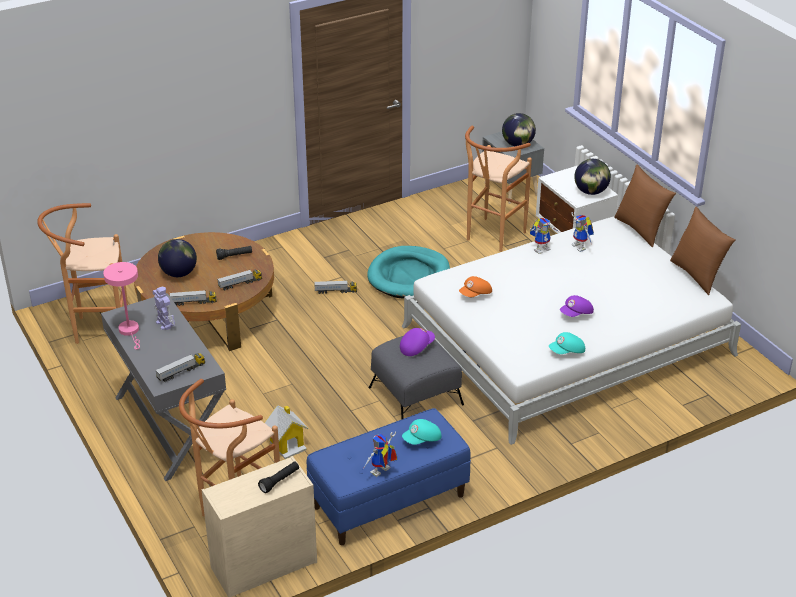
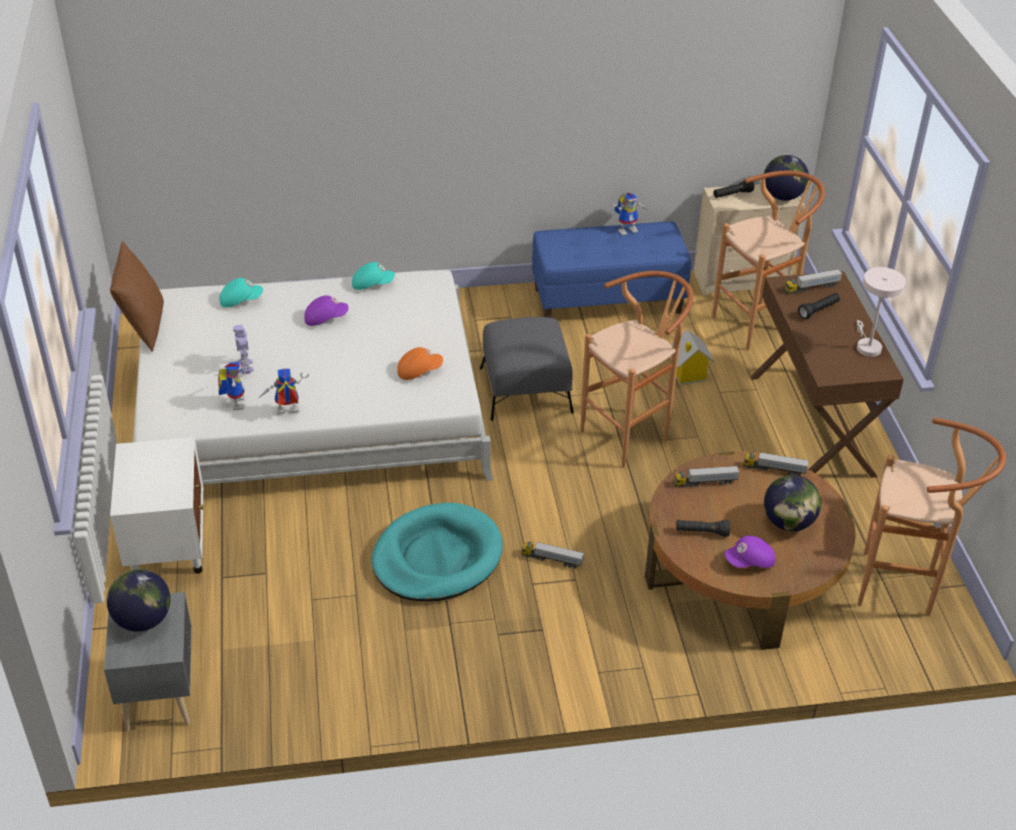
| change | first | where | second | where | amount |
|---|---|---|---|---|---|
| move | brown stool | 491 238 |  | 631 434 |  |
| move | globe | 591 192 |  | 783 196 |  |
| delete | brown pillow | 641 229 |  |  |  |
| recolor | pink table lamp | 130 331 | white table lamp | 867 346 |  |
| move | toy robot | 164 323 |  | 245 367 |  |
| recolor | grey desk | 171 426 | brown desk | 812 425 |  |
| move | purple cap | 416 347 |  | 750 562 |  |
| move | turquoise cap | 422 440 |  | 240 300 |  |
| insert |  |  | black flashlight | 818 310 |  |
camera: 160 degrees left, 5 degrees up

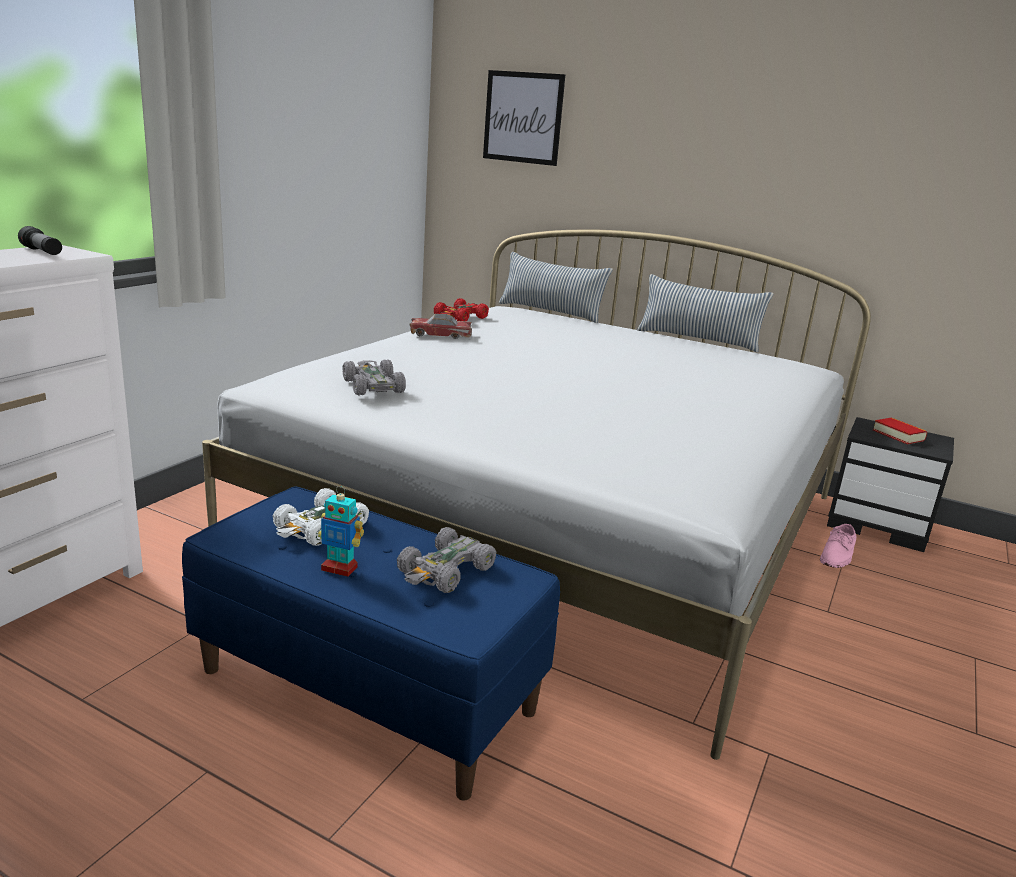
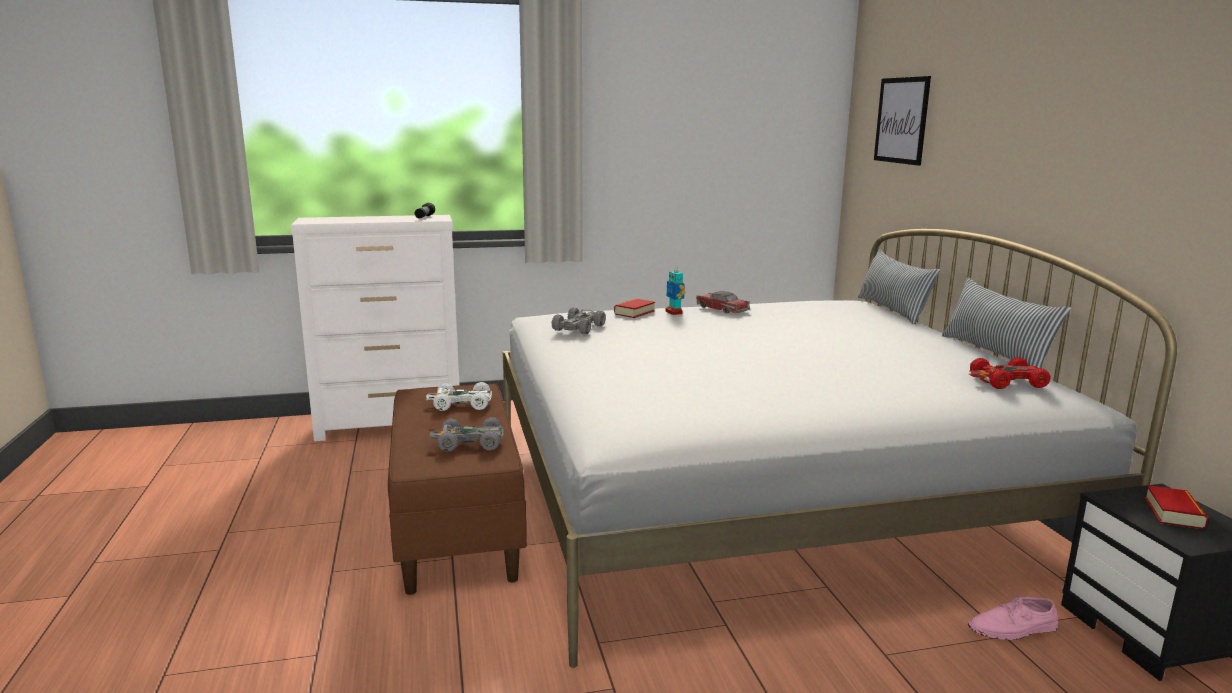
| change | first | where | second | where | amount |
|---|---|---|---|---|---|
| move | red toy car | 460 318 |  | 1006 382 |  |
| recolor | blue bench | 370 690 | brown bench | 458 526 |  |
| move | toy robot | 340 568 |  | 674 312 |  |
| insert |  |  | book | 634 312 |  |
camera: 50 degrees right, 5 degrees down

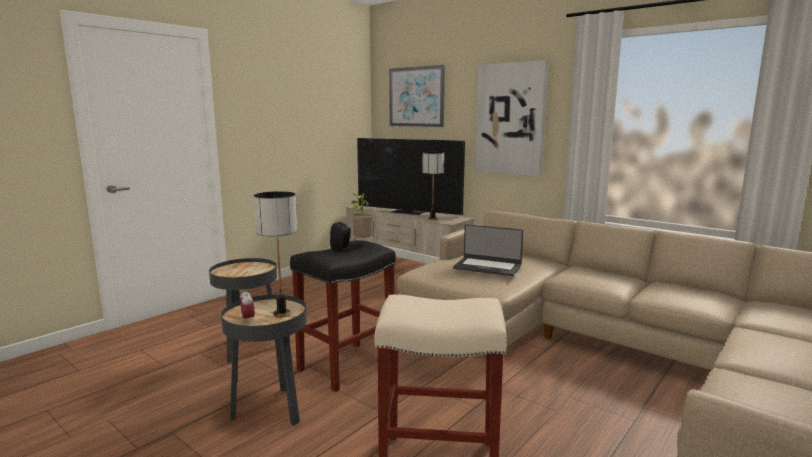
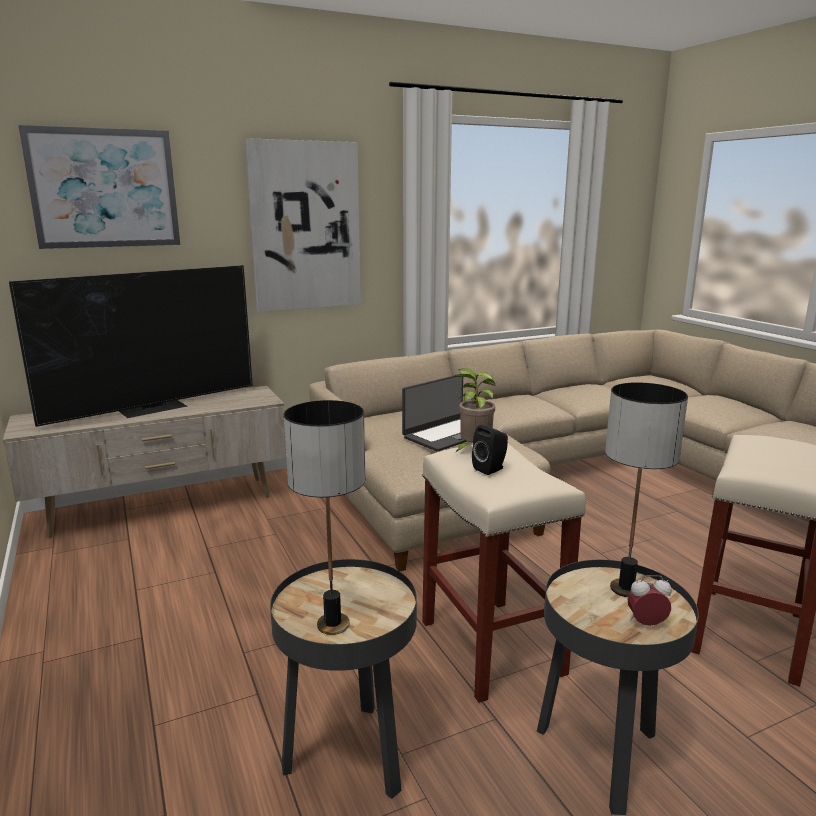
| change | first | where | second | where | amount |
|---|---|---|---|---|---|
| move | table lamp | 432 219 |  | 332 624 |  |
| recolor | black stool | 346 366 | beige stool | 493 648 |  |
camera: 65 degrees left, 5 degrees up

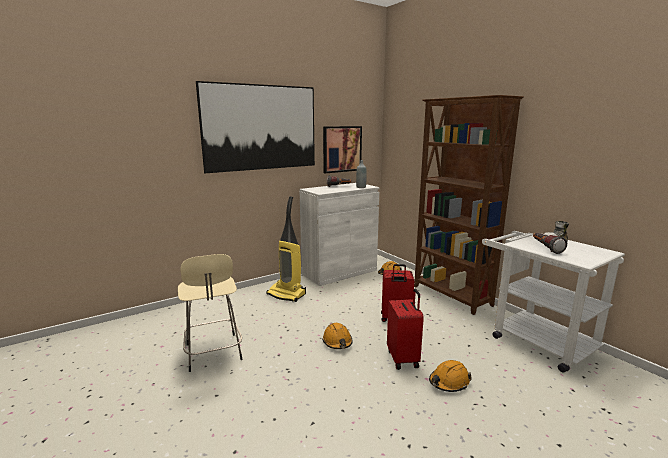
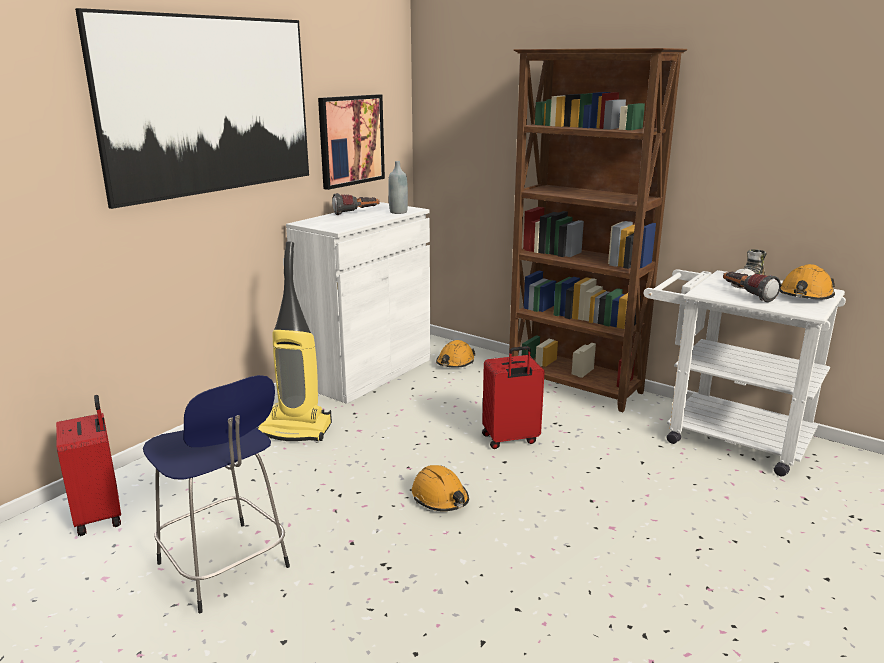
| change | first | where | second | where | amount |
|---|---|---|---|---|---|
| recolor | beige stool | 213 353 | blue stool | 225 567 |  |
| move | red suitcase | 403 359 |  | 100 515 |  |
| move | orange hard hat | 449 382 |  | 805 296 |  |
camera: 20 degrees left, 5 degrees up

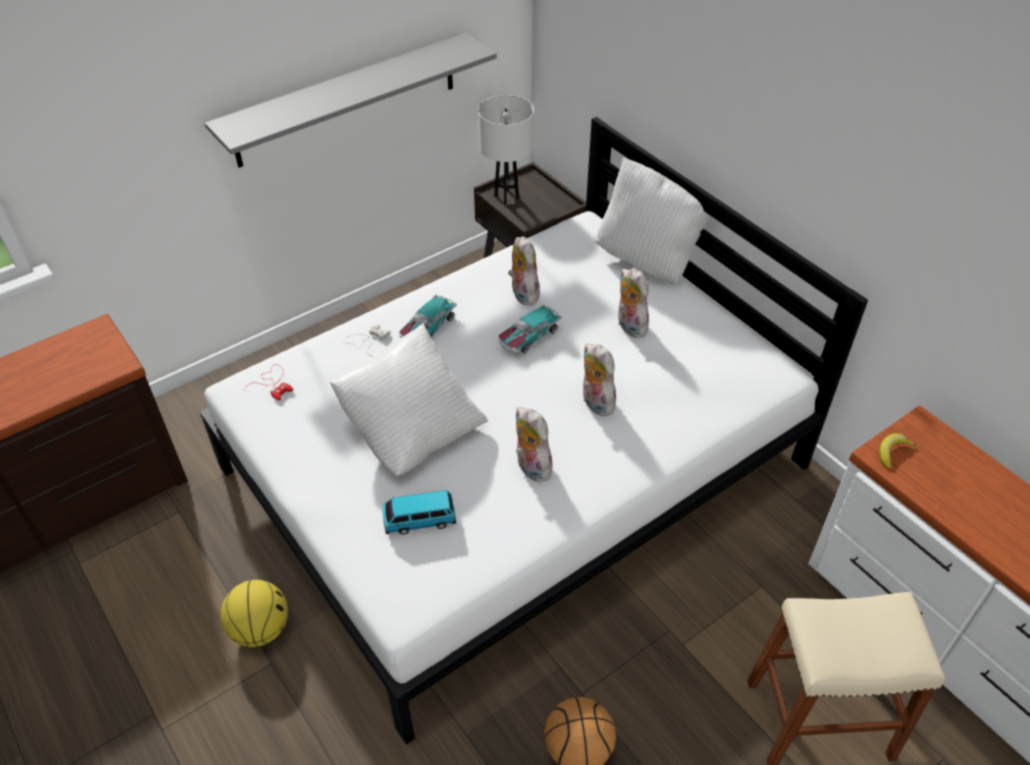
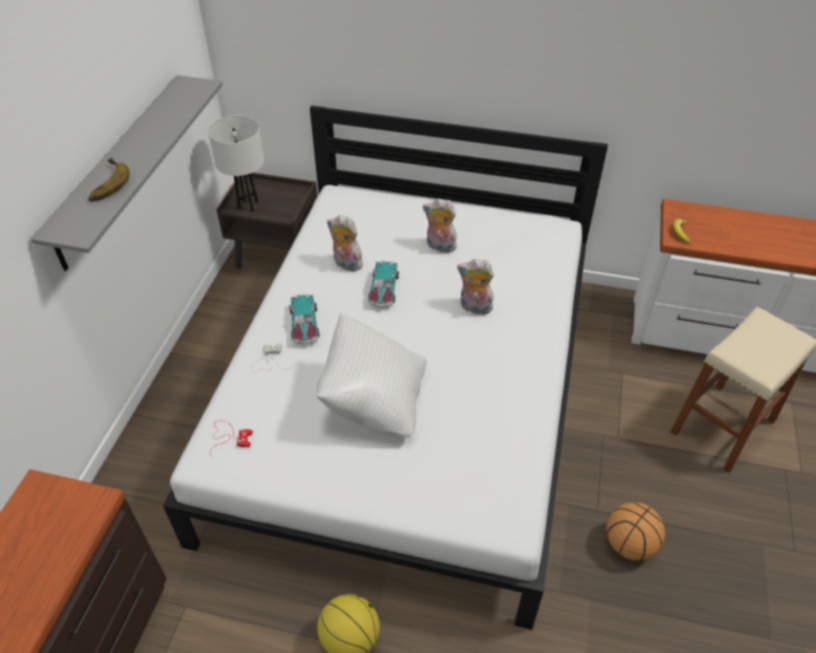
| change | first | where | second | where | amount |
|---|---|---|---|---|---|
| delete | white pillow | 648 262 |  |  |  |
| delete | plush toy | 530 467 |  |  |  |
| delete | toy car | 419 520 |  |  |  |
| insert |  |  | banana | 105 184 |  |
camera: 40 degrees left, 0 degrees up

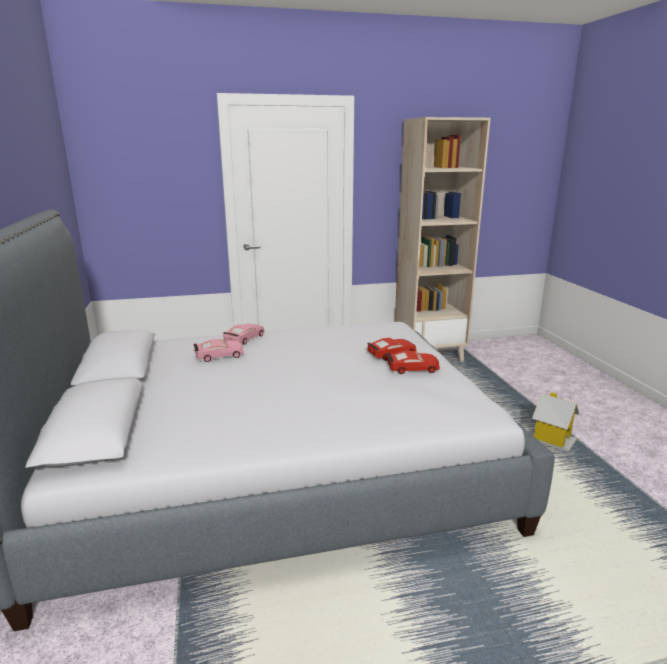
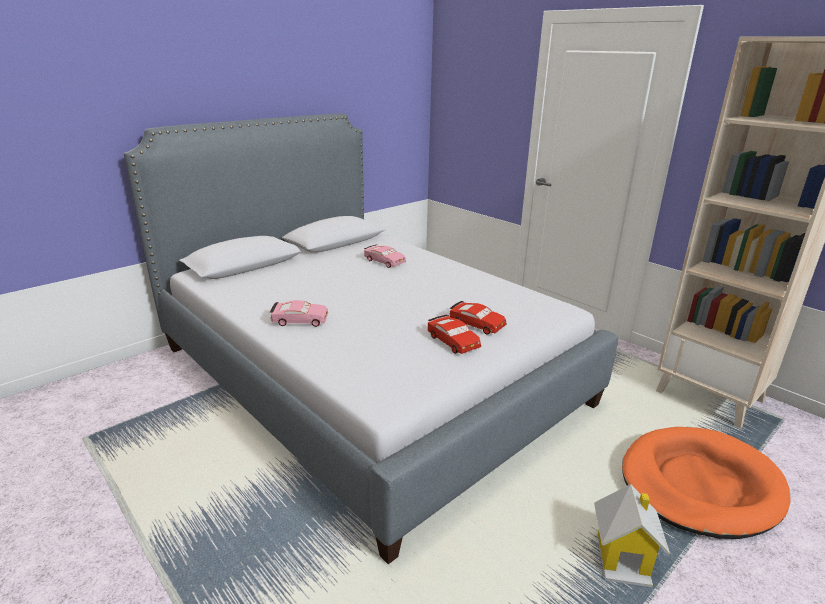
| change | first | where | second | where | amount |
|---|---|---|---|---|---|
| move | pink toy car | 244 338 |  | 300 320 |  |
| insert |  |  | orange dog bed | 699 485 |  |
camera: 60 degrees right, 5 degrees up

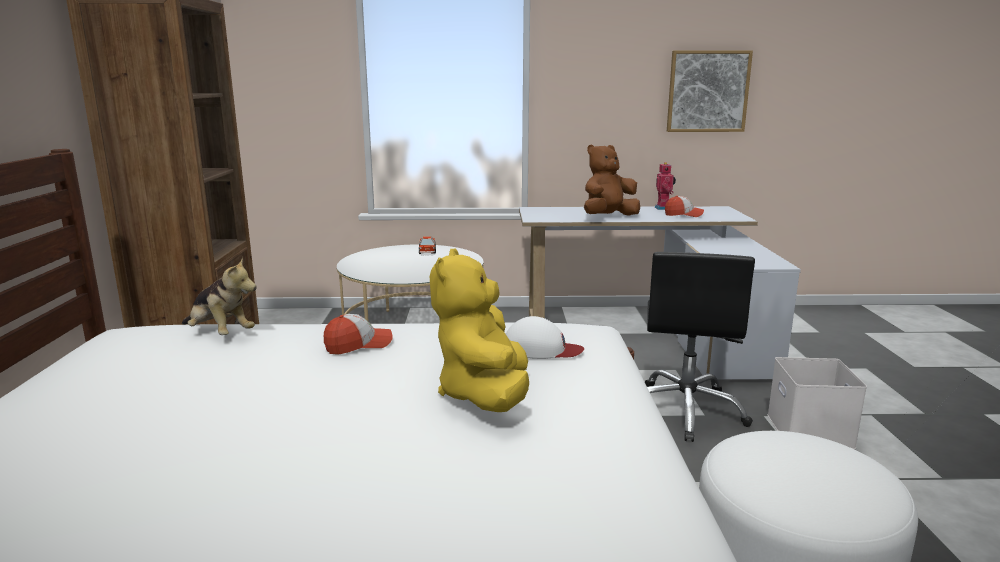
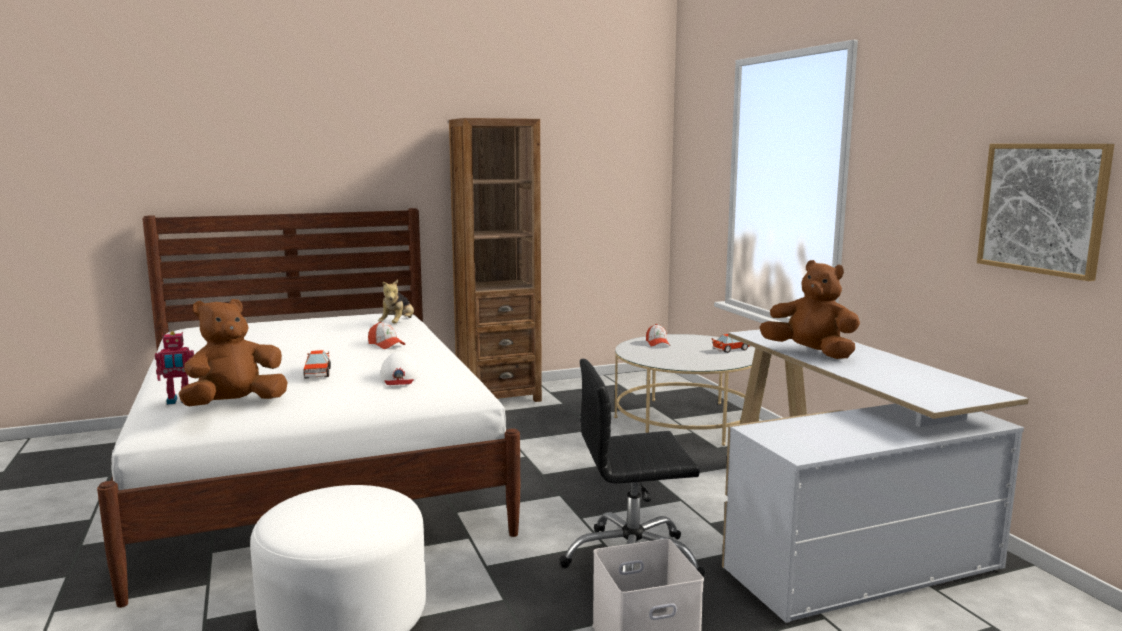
| change | first | where | second | where | amount |
|---|---|---|---|---|---|
| move | toy robot | 663 208 |  | 179 401 |  |
| move | cap | 683 215 |  | 657 343 |  |
| replace | yellow plush toy | 484 395 | toy car | 317 373 |  |
| insert |  |  | brown plush toy | 235 404 |  |
camera: 70 degrees right, 5 degrees down

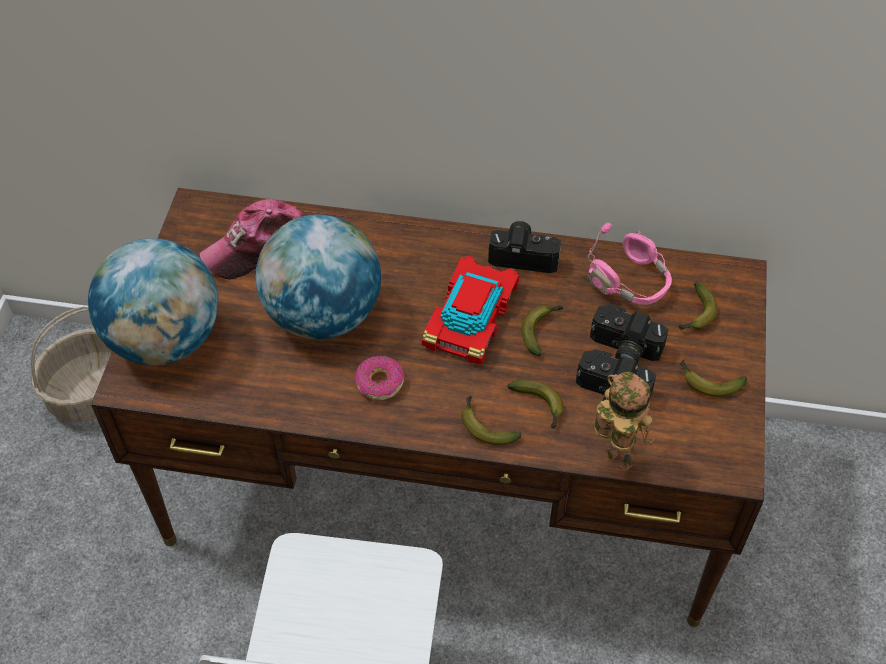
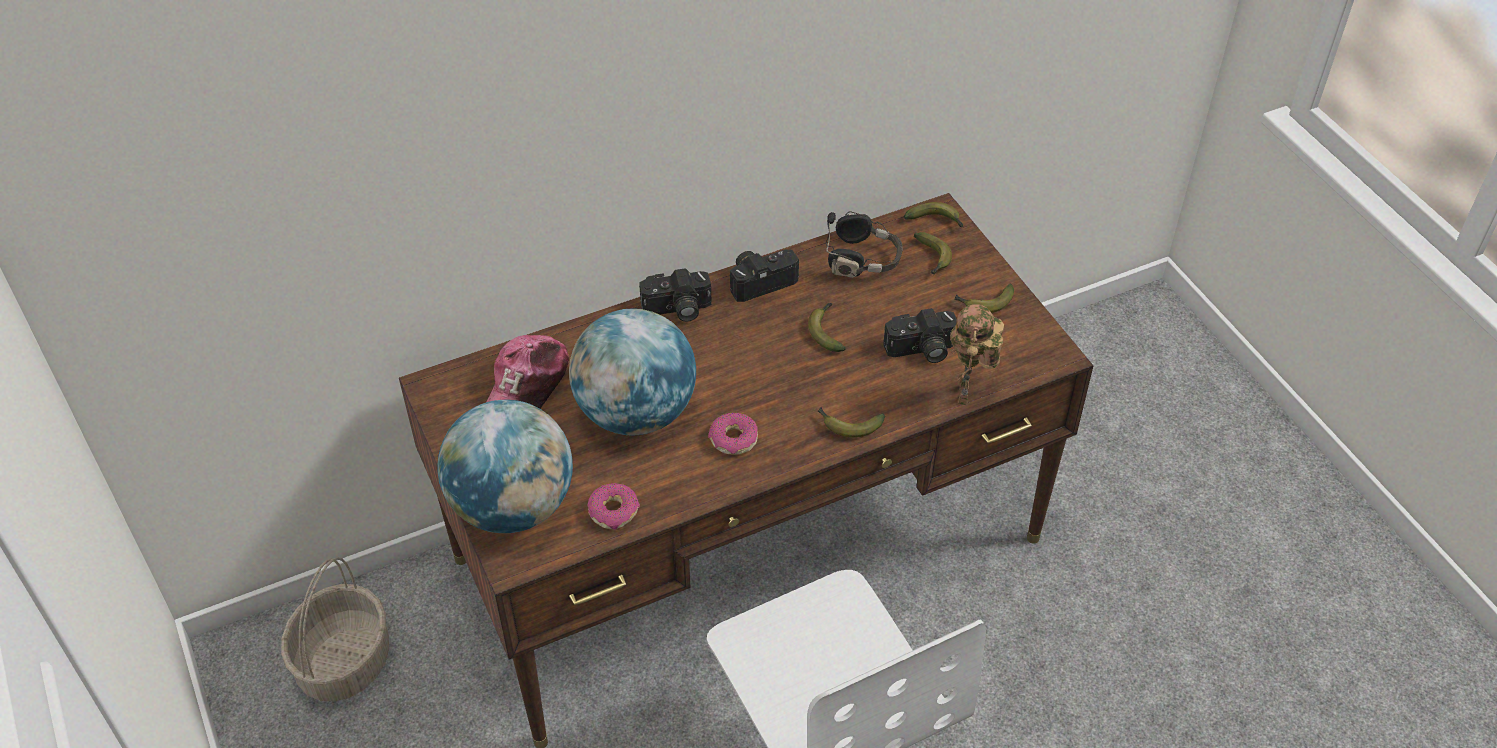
| change | first | where | second | where | amount |
|---|---|---|---|---|---|
| recolor | pink headphones | 631 283 | black headphones | 863 260 |  |
| delete | toy car | 472 317 |  |  |  |
| move | photo camera | 623 349 |  | 677 310 |  |
| rotate | toy robot | 614 461 |  | 966 397 | 90 degrees counterclockwise |
| move | banana | 539 406 |  | 936 221 |  |
| insert |  |  | donut | 614 511 |  |
camera: 35 degrees left, 5 degrees down

